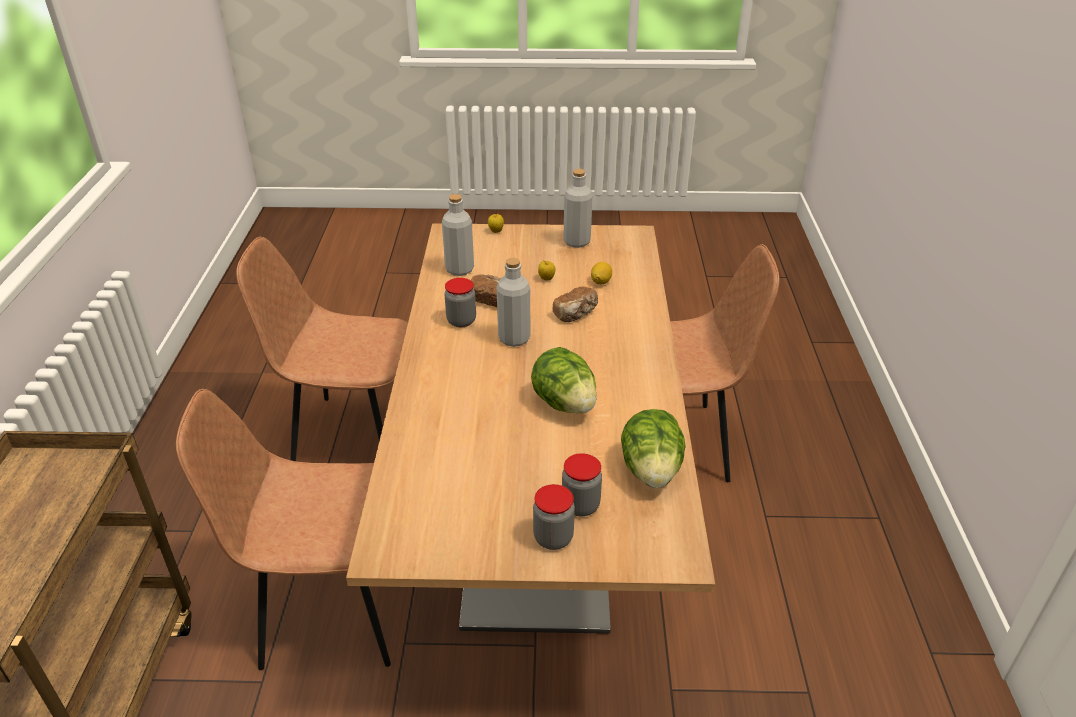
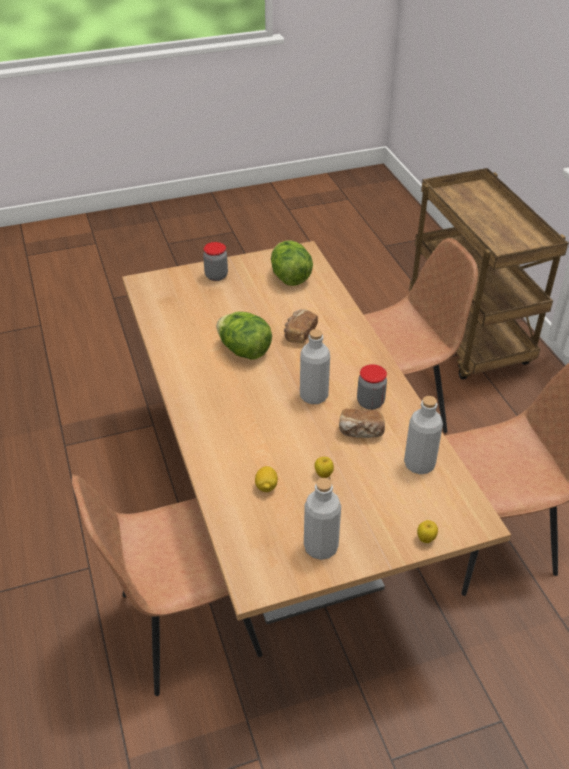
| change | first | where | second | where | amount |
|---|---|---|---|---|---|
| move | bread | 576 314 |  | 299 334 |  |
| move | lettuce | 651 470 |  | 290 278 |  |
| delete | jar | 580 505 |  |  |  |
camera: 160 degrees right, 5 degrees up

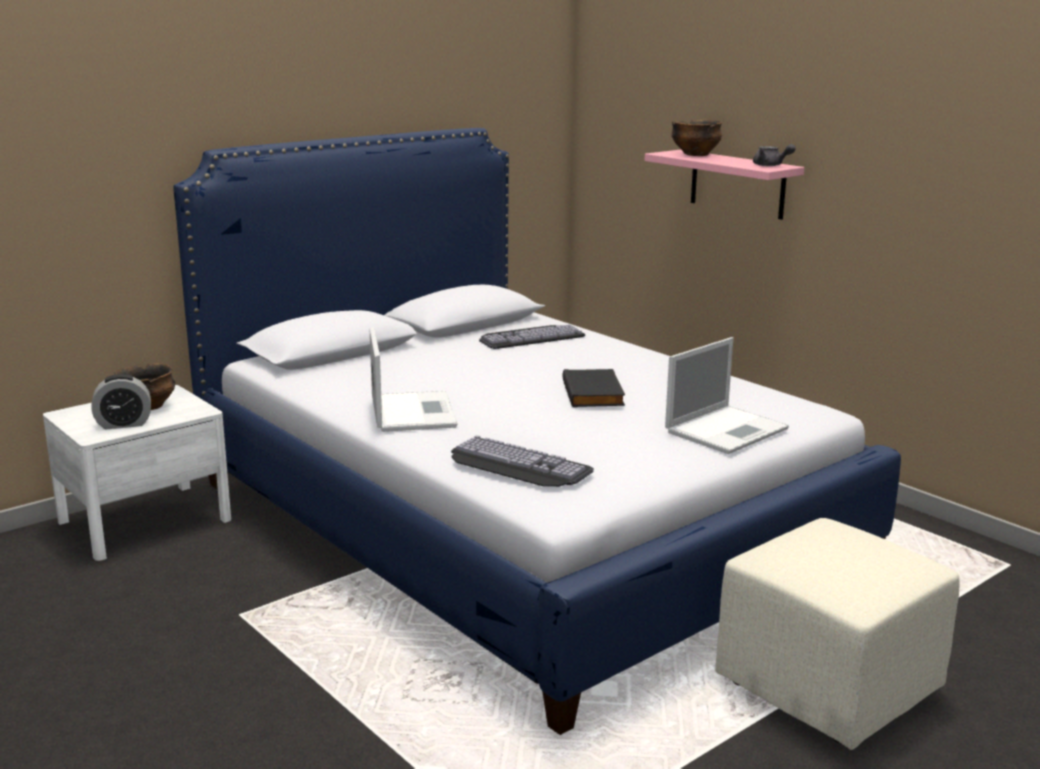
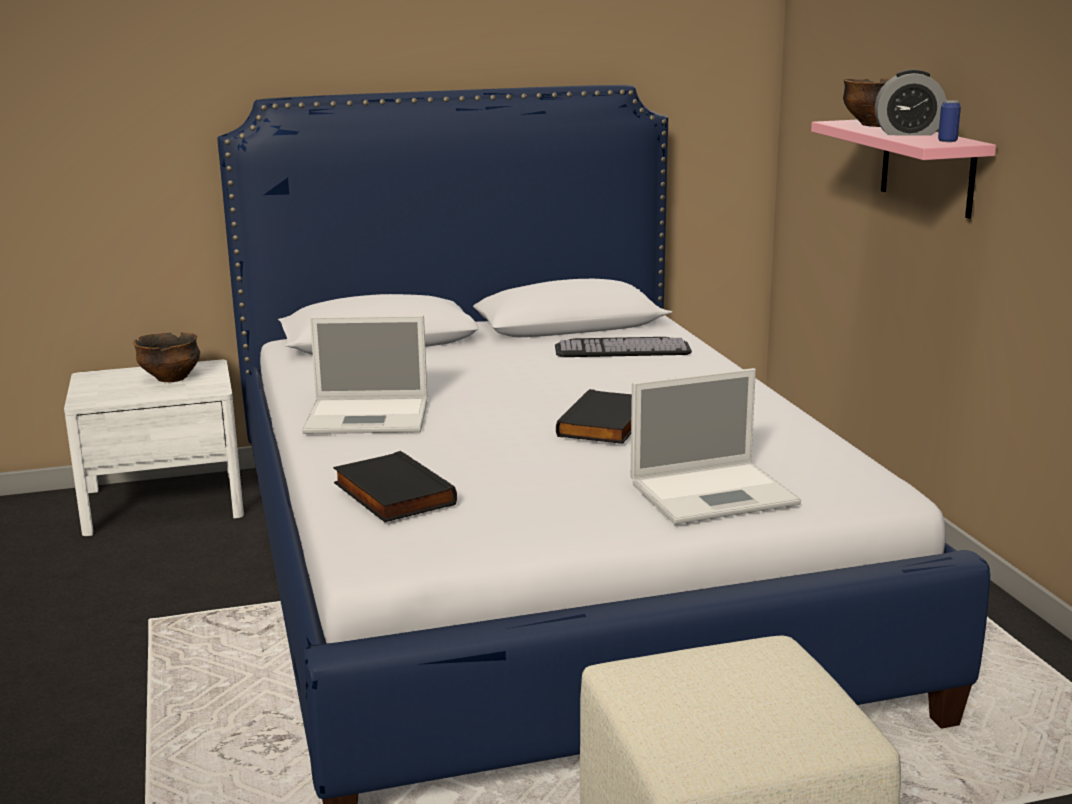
| change | first | where | second | where | amount |
|---|---|---|---|---|---|
| replace | grey teapot | 770 165 | can | 947 141 |  |
| rotate | laptop | 412 412 |  | 370 417 | 75 degrees clockwise |
| move | alarm clock | 124 424 |  | 908 133 |  |
| replace | keyboard | 514 465 | black book | 391 494 |  |
camera: 25 degrees right, 0 degrees up

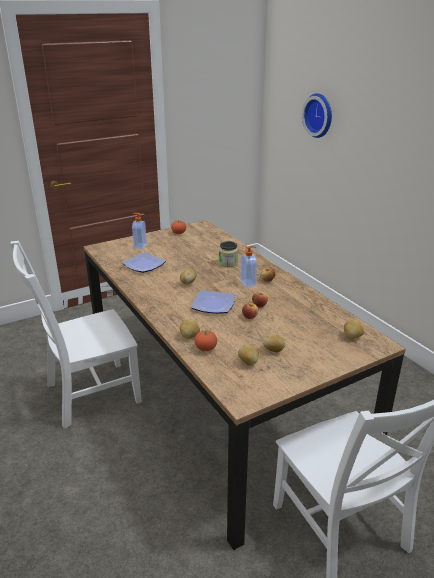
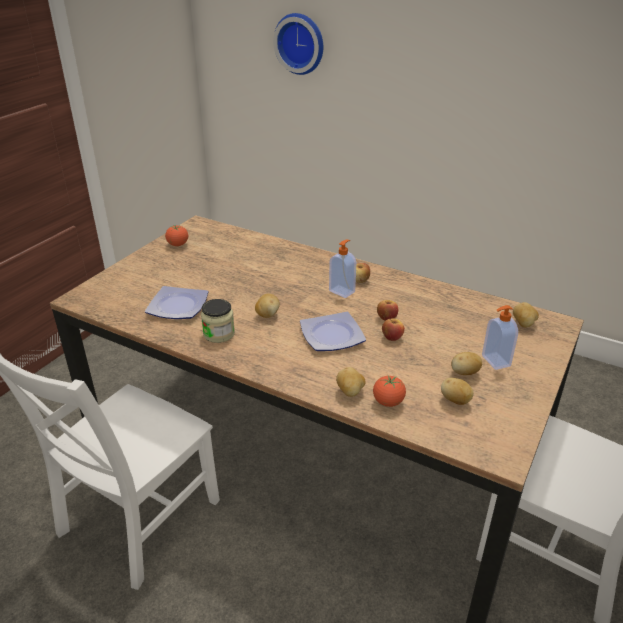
| change | first | where | second | where | amount |
|---|---|---|---|---|---|
| move | soap dispenser | 139 246 |  | 495 361 |  |
| move | jar | 228 263 |  | 219 334 |  |
camera: 30 degrees left, 5 degrees up

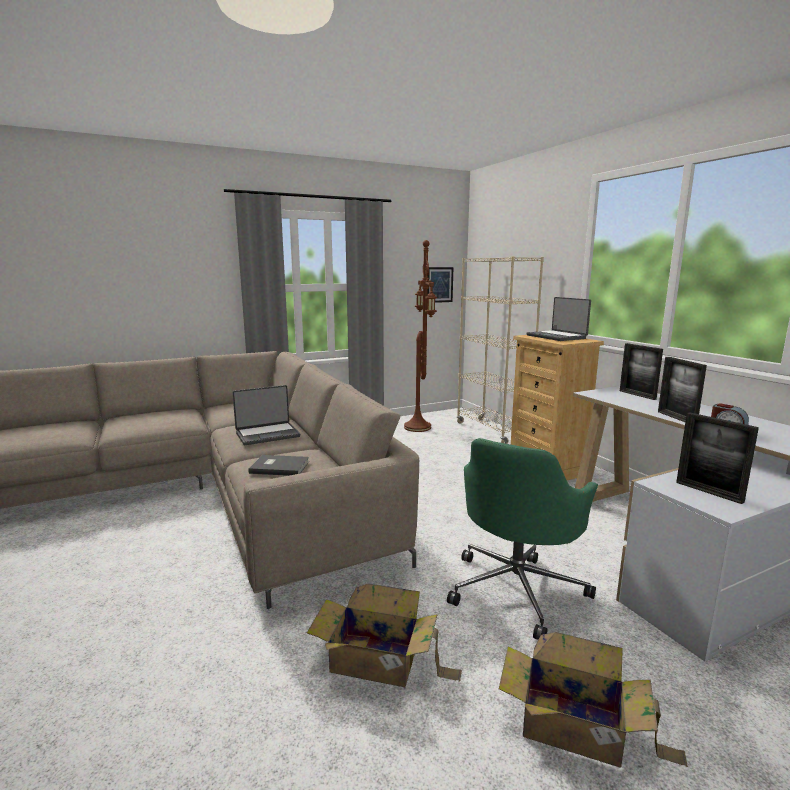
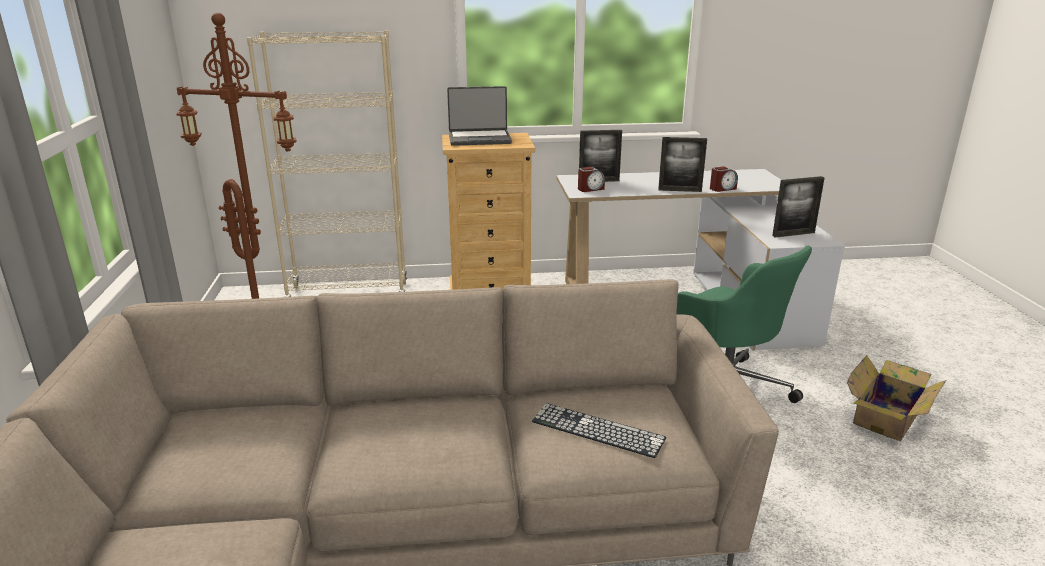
| change | first | where | second | where | amount |
|---|---|---|---|---|---|
| delete | picture | 439 284 |  |  |  |
| delete | laptop | 267 434 |  |  |  |
| replace | grey book | 279 467 | keyboard | 597 430 |  |
| delete | cardboard box | 378 661 |  |  |  |
| insert |  |  | alarm clock | 590 189 |  |
camera: 70 degrees left, 10 degrees up

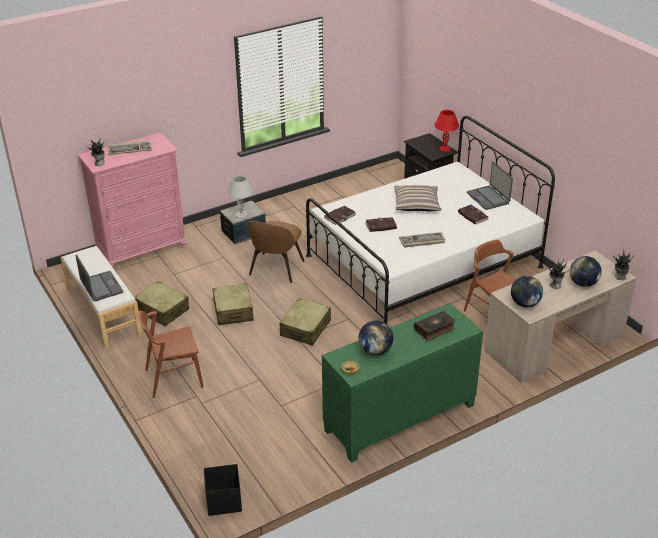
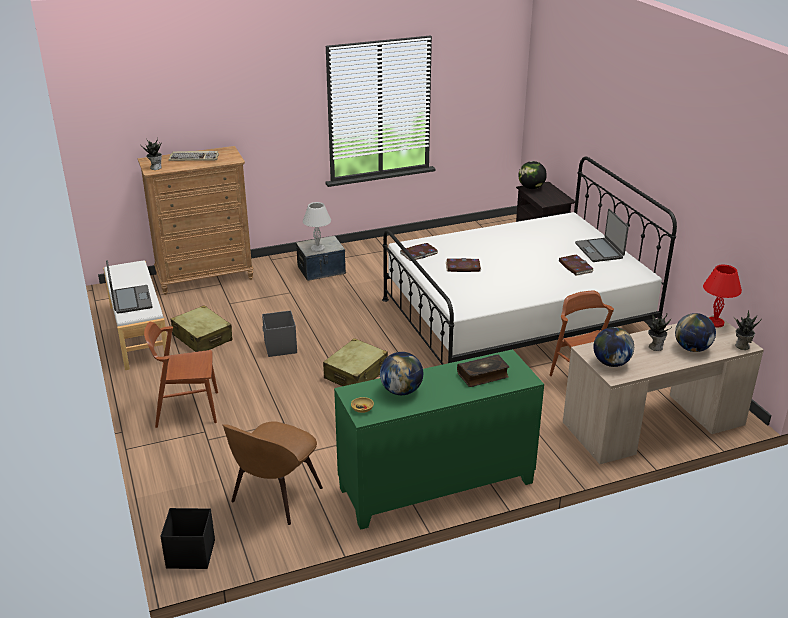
| change | first | where | second | where | amount |
|---|---|---|---|---|---|
| move | red table lamp | 445 149 |  | 714 323 |  |
| recolor | pink dresser | 142 250 | brown dresser | 205 277 |  |
| delete | pillow | 416 204 |  |  |  |
| move | brown chair | 276 269 |  | 274 497 |  |
| delete | keyboard | 422 241 |  |  |  |
| replace | beige suitcase | 233 311 | grey storage box | 280 347 |  |
| insert |  |  | globe | 531 188 |  |
camera: 10 degrees right, 5 degrees down

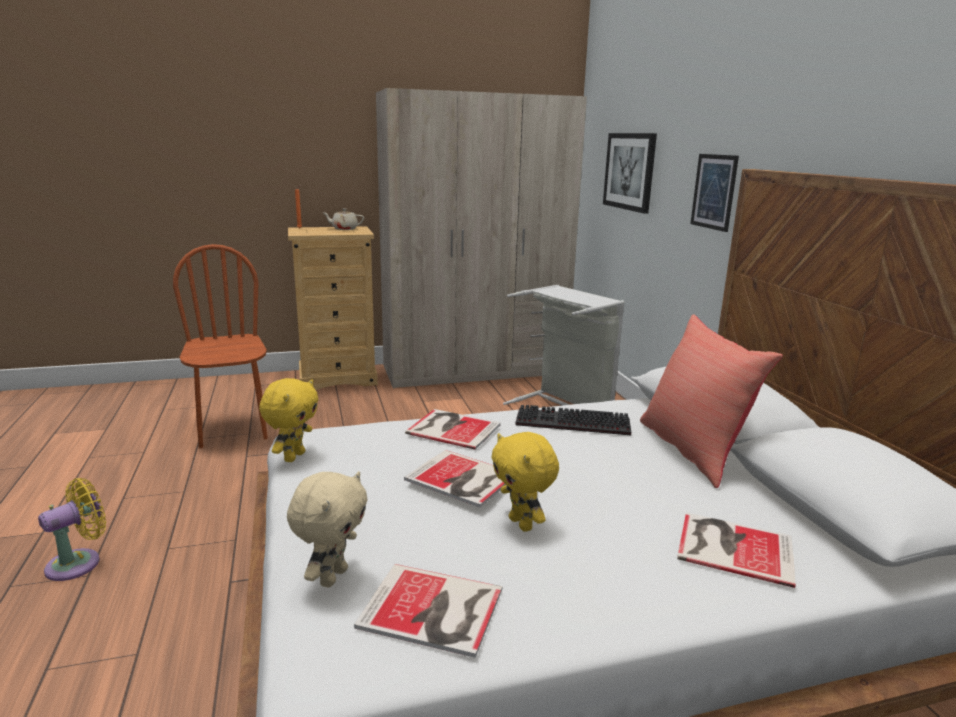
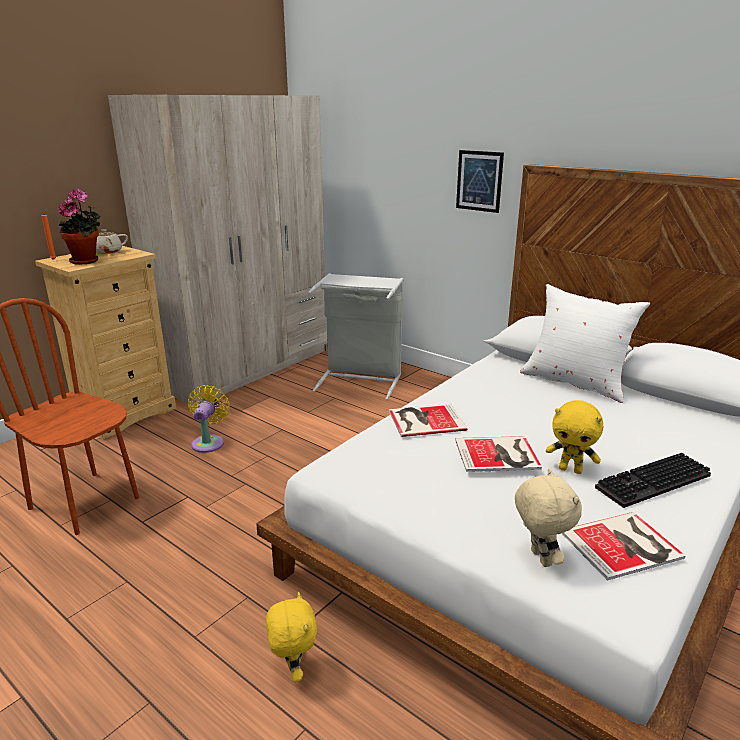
| change | first | where | second | where | amount |
|---|---|---|---|---|---|
| delete | picture | 629 171 |  |  |  |
| recolor | red pillow | 693 450 | white pillow | 575 382 |  |
| move | yellow plush toy | 293 456 |  | 293 670 |  |
| move | keyboard | 570 424 |  | 653 484 |  |
| move | yellow fan | 79 563 |  | 209 442 |  |
| delete | book | 732 546 |  |  |  |
| insert |  |  | potted plant | 87 261 |  |
camera: 35 degrees left, 5 degrees up

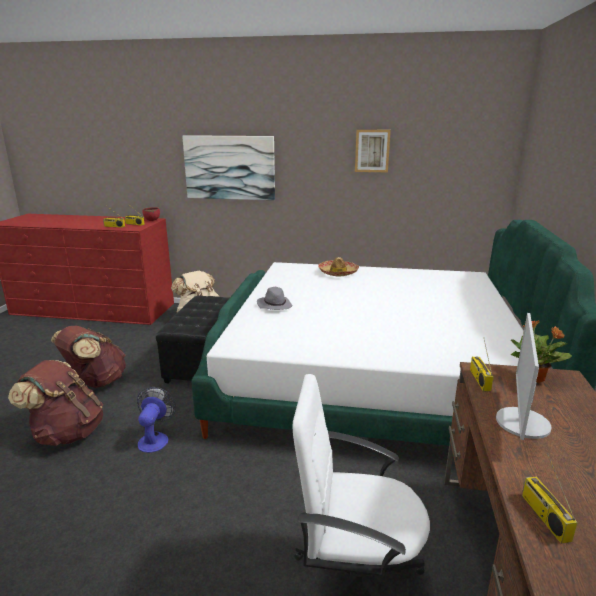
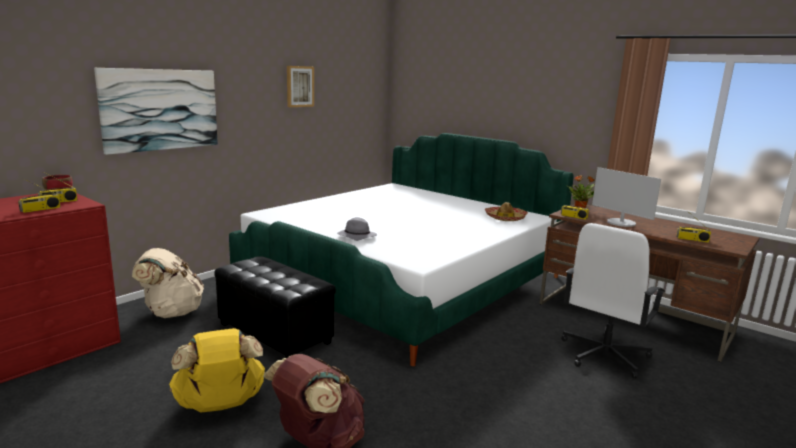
| change | first | where | second | where | amount |
|---|---|---|---|---|---|
| move | hat | 338 273 |  | 505 218 |  |
| recolor | brown backpack | 95 382 | yellow backpack | 220 405 |  |
| delete | fan | 155 438 |  |  |  |
camera: 60 degrees left, 5 degrees down

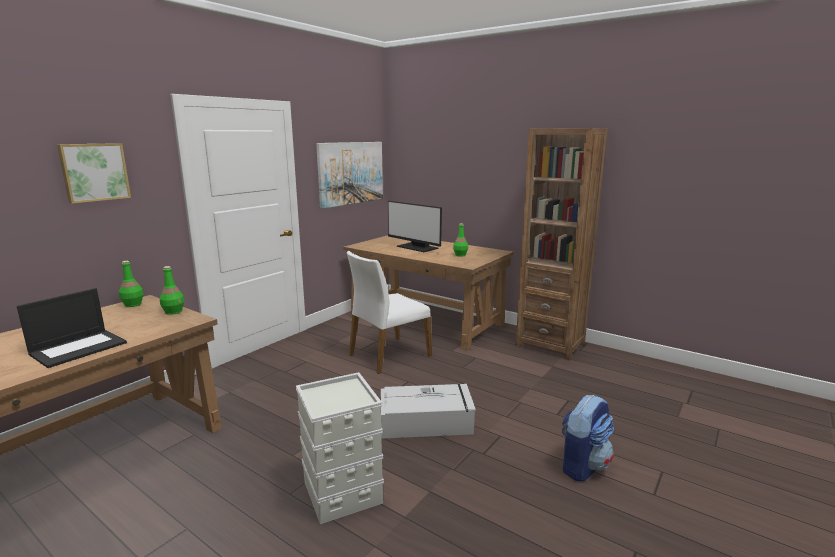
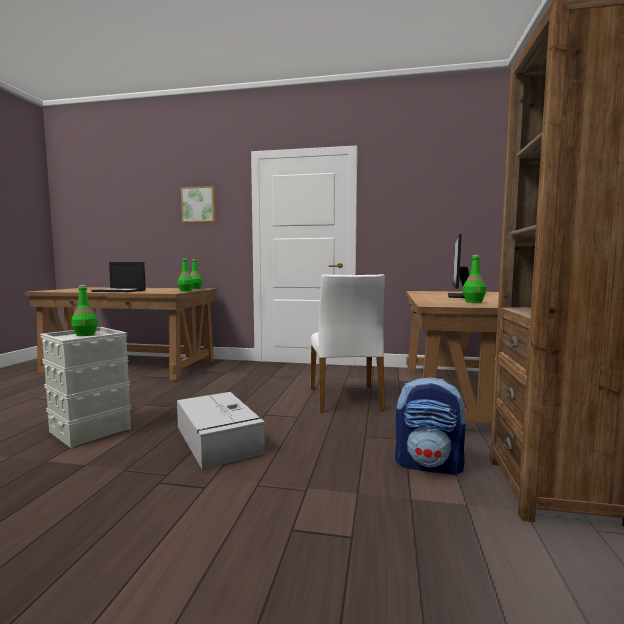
| change | first | where | second | where | amount |
|---|---|---|---|---|---|
| delete | picture | 351 173 |  |  |  |
| rotate | white chair | 388 355 |  | 346 398 | 120 degrees counterclockwise |
| move | backpack | 582 465 |  | 429 465 |  |
| insert |  |  | green bottle | 86 334 |  |
camera: 65 degrees right, 10 degrees down

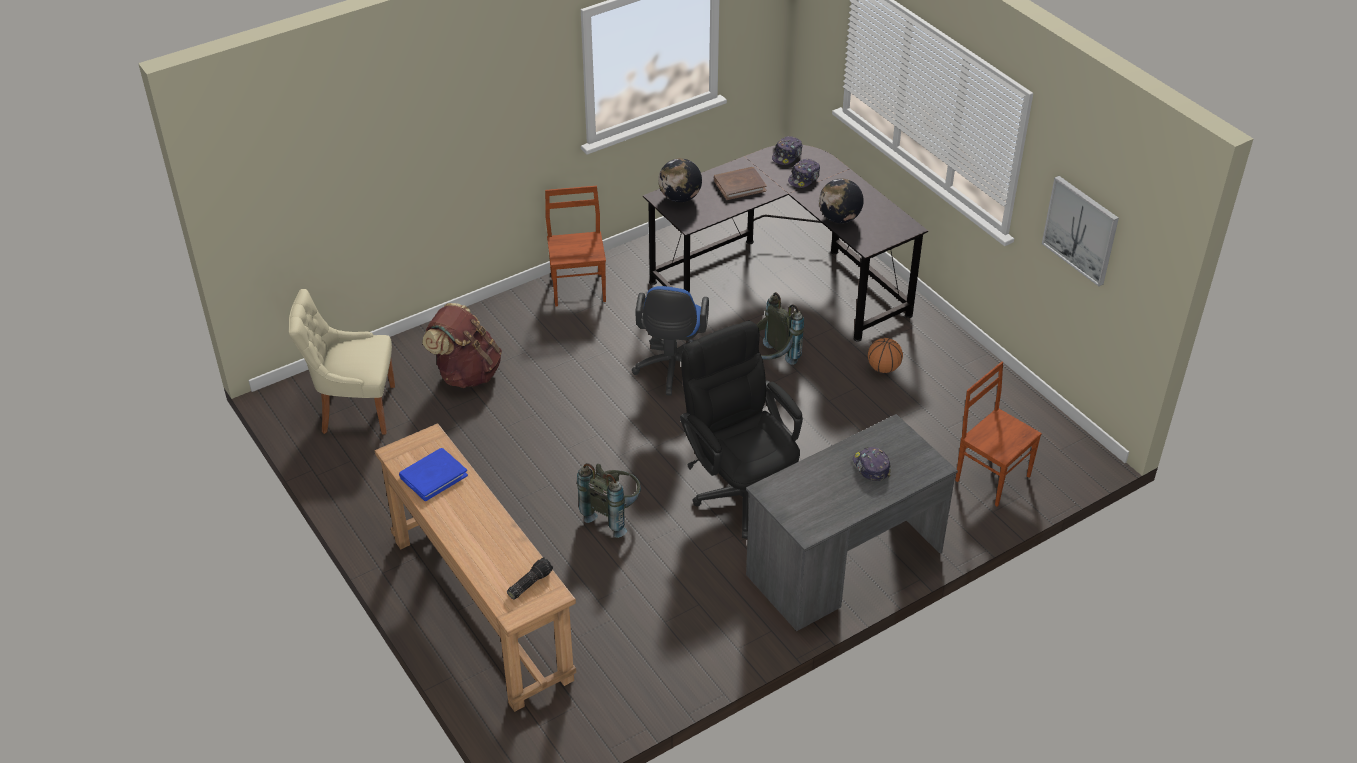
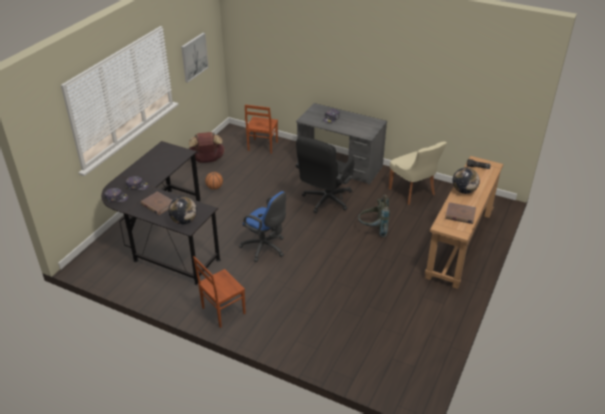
| change | first | where | second | where | amount |
|---|---|---|---|---|---|
| move | globe | 839 218 |  | 464 191 |  |
| rotate | blue office chair | 672 370 |  | 265 248 | 60 degrees clockwise |
| move | beige chair | 355 409 |  | 413 192 |  |
| delete | grey backpack | 770 362 |  |  |  |
| move | brown backpack | 466 373 |  | 207 160 |  |
| recolor | blue book | 433 476 | brown book | 460 214 |  |
camera: 120 degrees left, 5 degrees down

